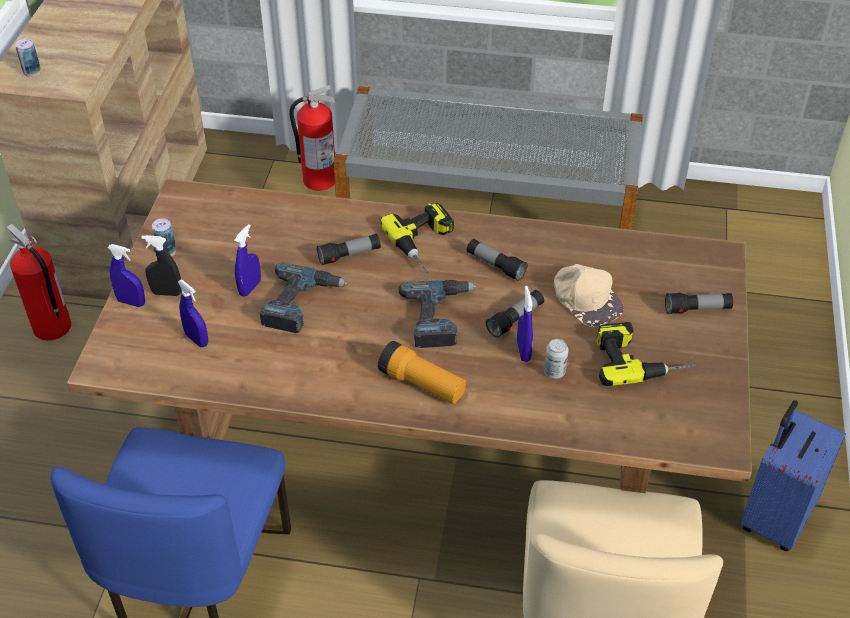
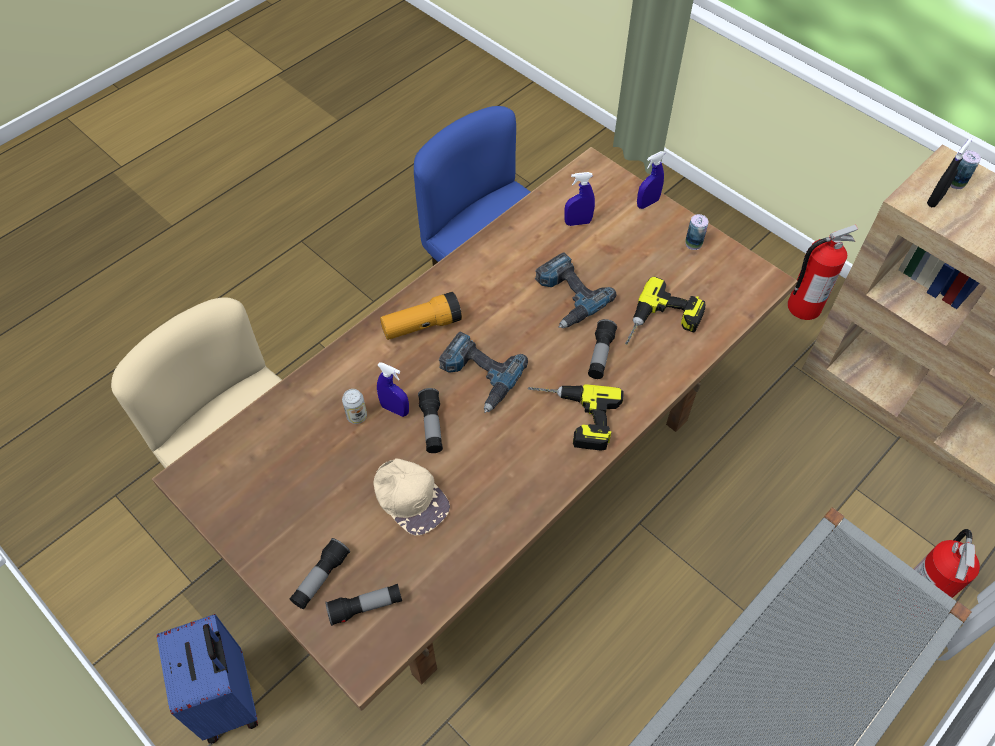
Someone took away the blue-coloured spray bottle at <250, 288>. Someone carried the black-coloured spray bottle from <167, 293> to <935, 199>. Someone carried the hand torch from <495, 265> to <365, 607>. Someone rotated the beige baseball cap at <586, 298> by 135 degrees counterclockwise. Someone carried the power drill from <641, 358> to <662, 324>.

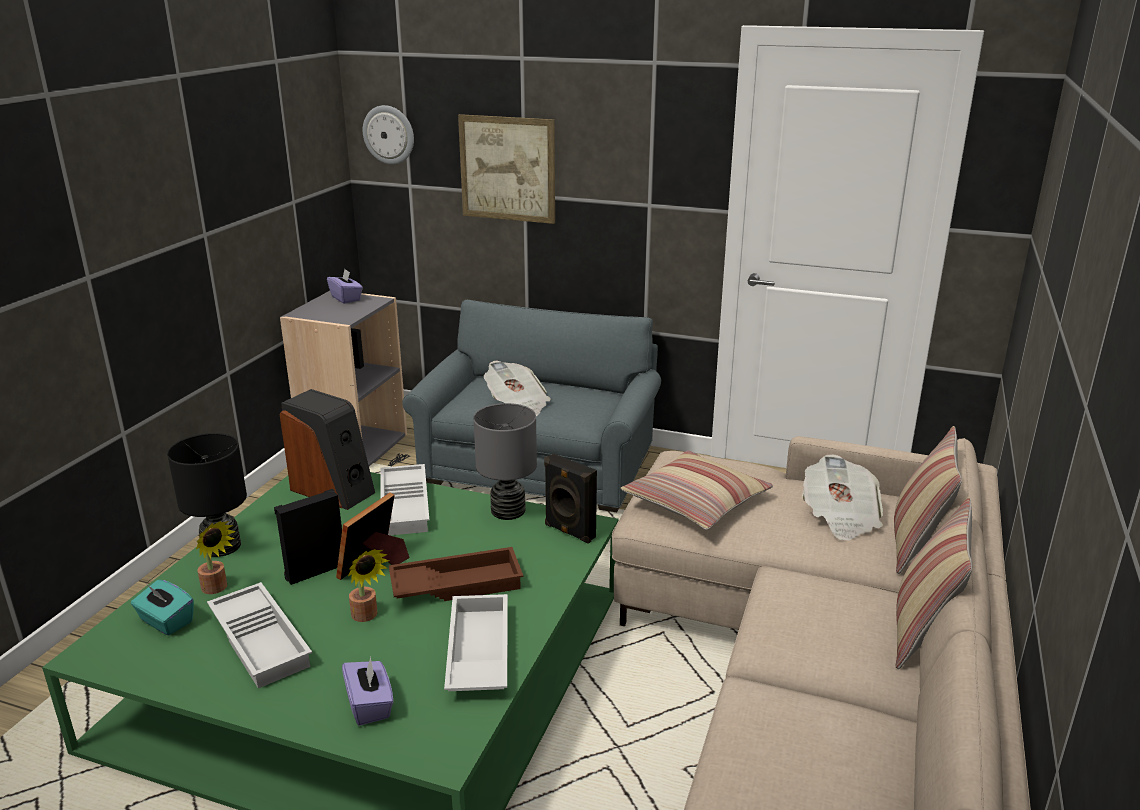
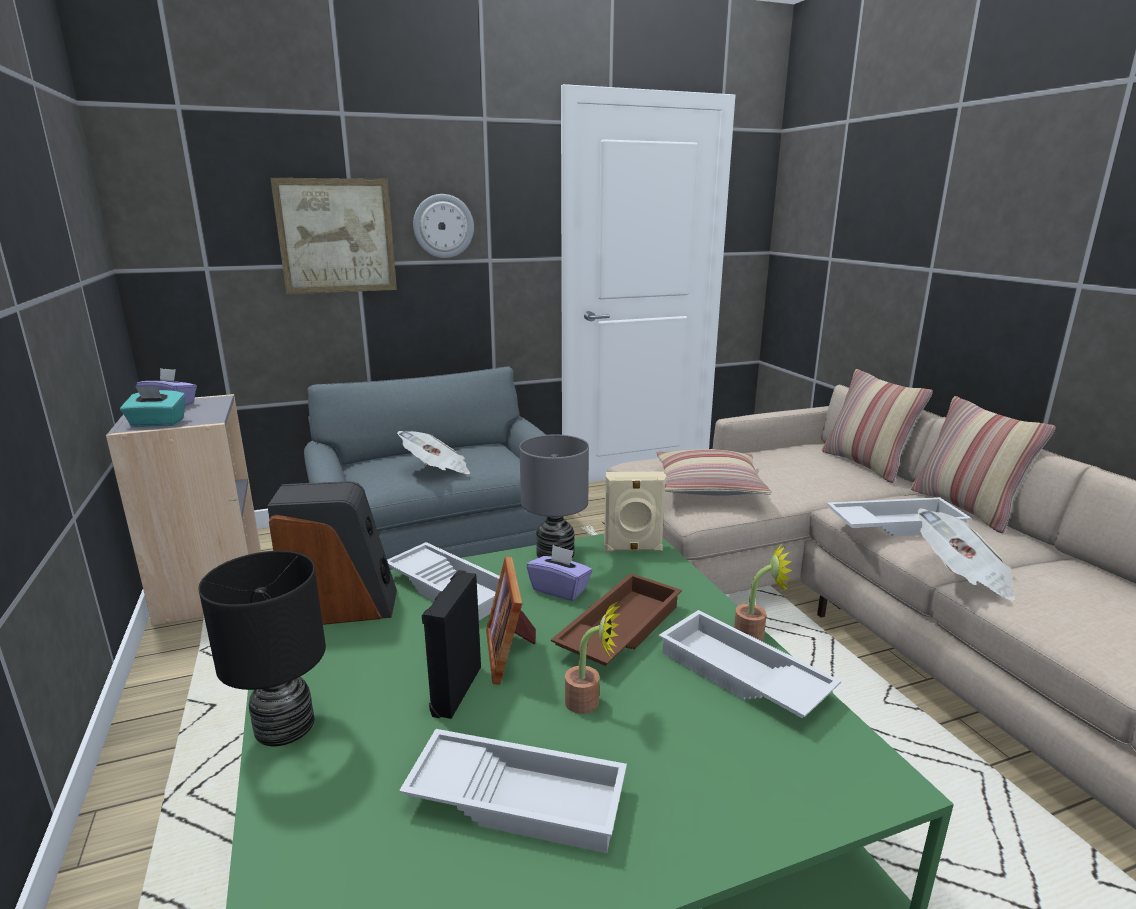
Someone carried the clock on the wall from <389, 134> to <443, 226>. Someone repainted the black-coloured audio speaker at <569, 532>, which became the beige audio speaker at <633, 549>. Someone carried the printed paper from <840, 517> to <962, 577>. Someone carried the houseplant from <217, 589> to <755, 635>. Someone carried the turquoise tissue box from <166, 621> to <157, 423>. Someone carried the purple tissue box from <370, 705> to <560, 589>. Someone put down the whitish carrying tray at <895, 524>.

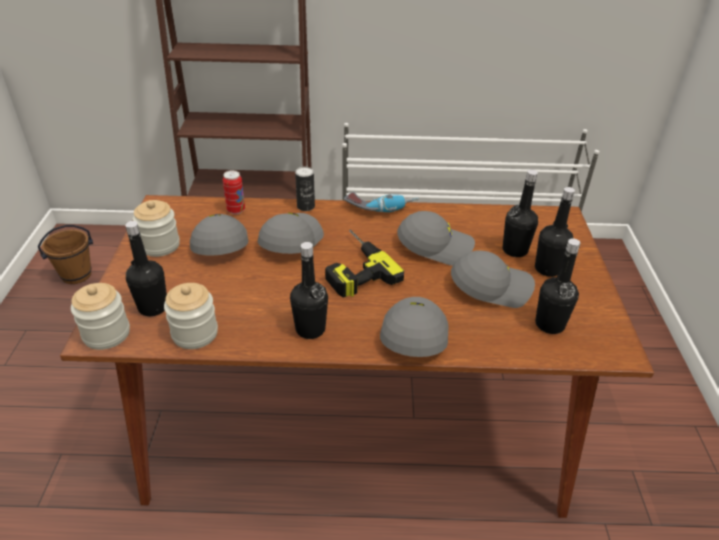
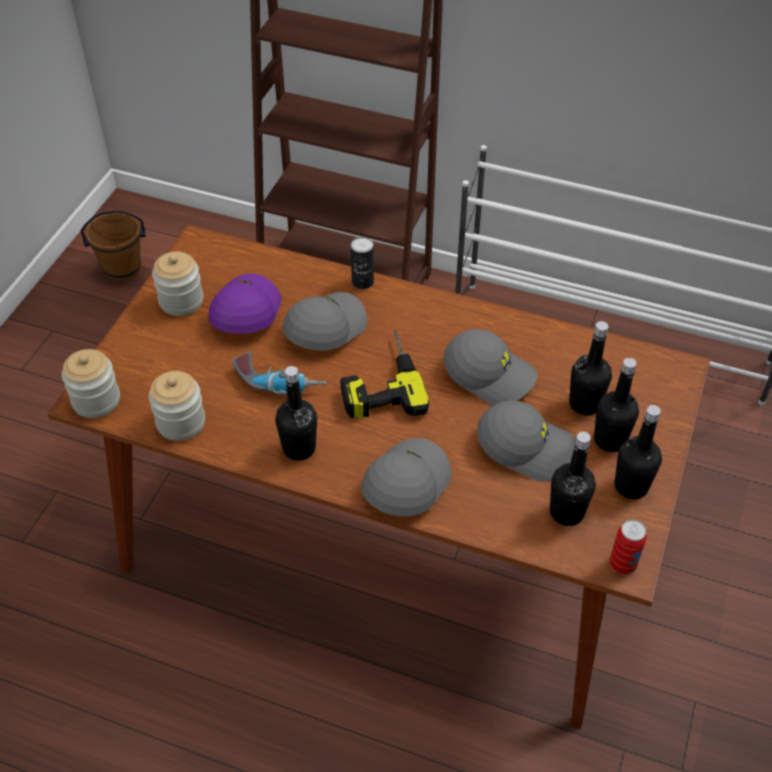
Someone carried the can from <236, 210> to <622, 564>. Someone carried the power drill from <381, 207> to <279, 381>. Someone repainted the grey baseball cap at <218, 243>, which became the purple baseball cap at <244, 312>. Someone carried the black-coloured beverage bottle from <153, 307> to <631, 486>.

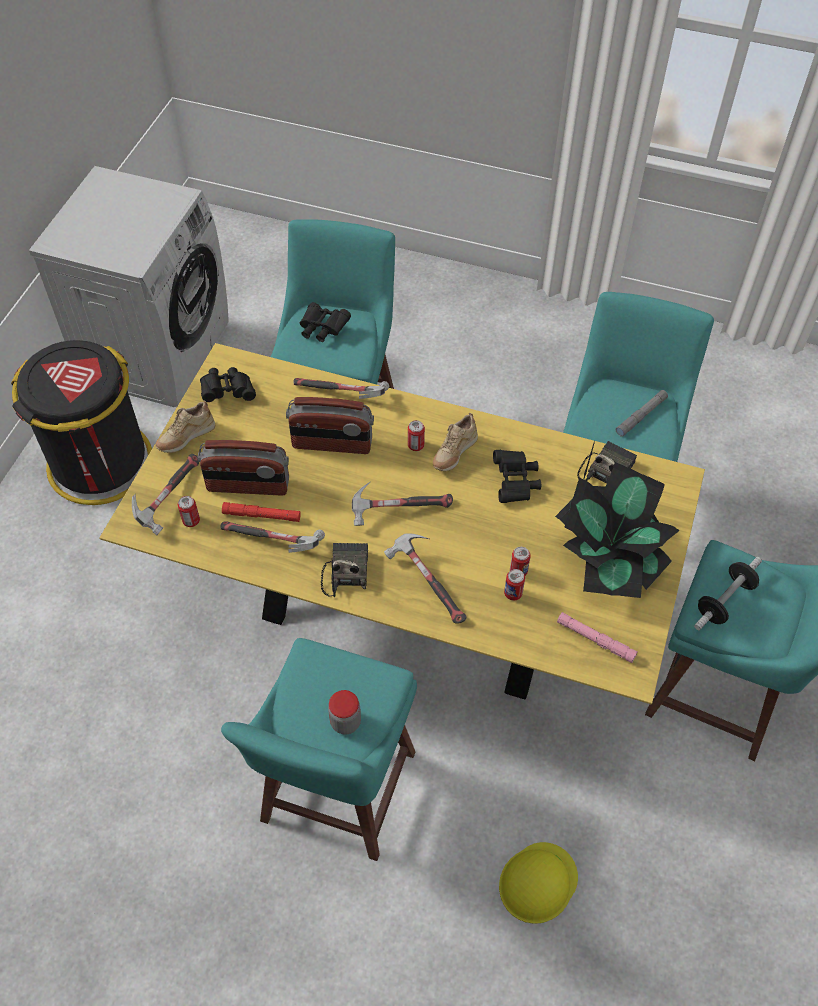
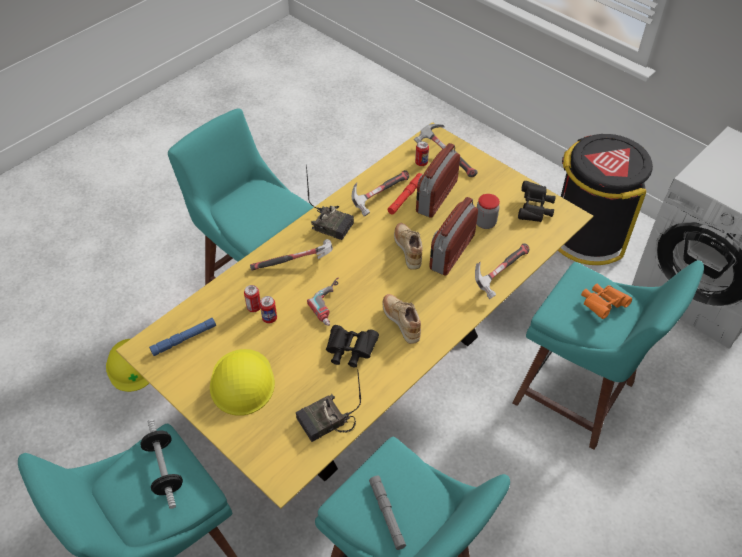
Someone repainted the black-coloured pair of binoculars at <322, 329>, which became the orangey pair of binoculars at <602, 305>. Someone carried the beige low shoe from <186, 438> to <408, 250>. Someone took away the can at <416, 445>. Someone rotated the radio set at <605, 470> by 90 degrees clockwise. Someone swapped the houseplant at <609, 557> for the yellow hard hat at <242, 382>. Someone took away the tool hammer at <398, 510>. Someone repainted the pinkish hand torch at <595, 640>, which became the blue-coloured hand torch at <184, 339>. Someone carried the preserve jar from <345, 722> to <485, 223>. Someone put down the power drill at <332, 304>.

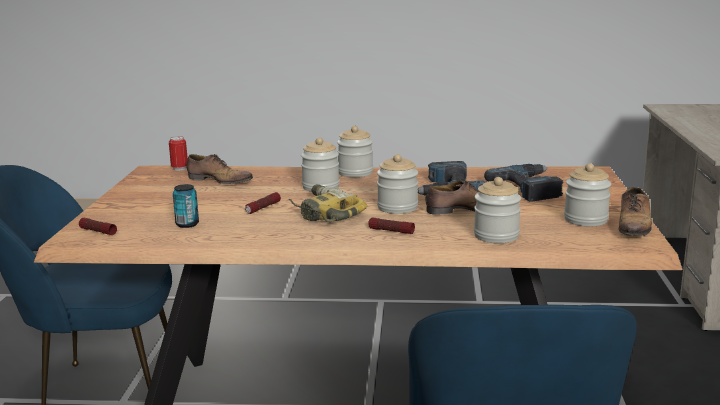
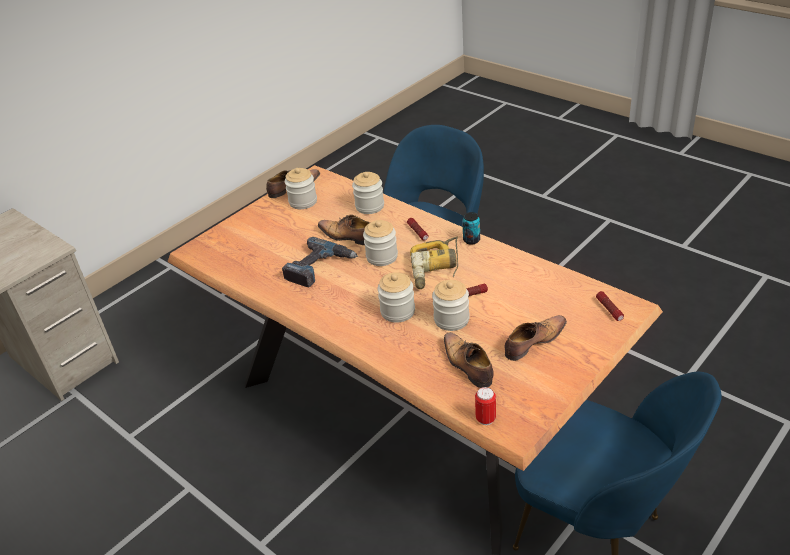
Someone carried the preserve jar from <355, 173> to <451, 319>. Someone took away the power drill at <531, 188>. Someone carried the can from <187, 224> to <471, 240>. Someone put down the low shoe at <533, 342>.

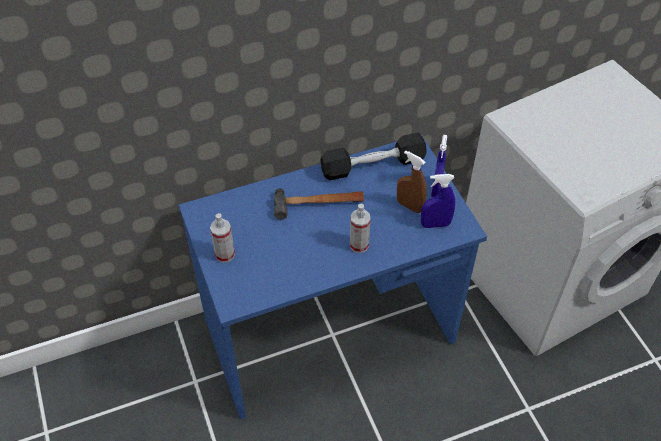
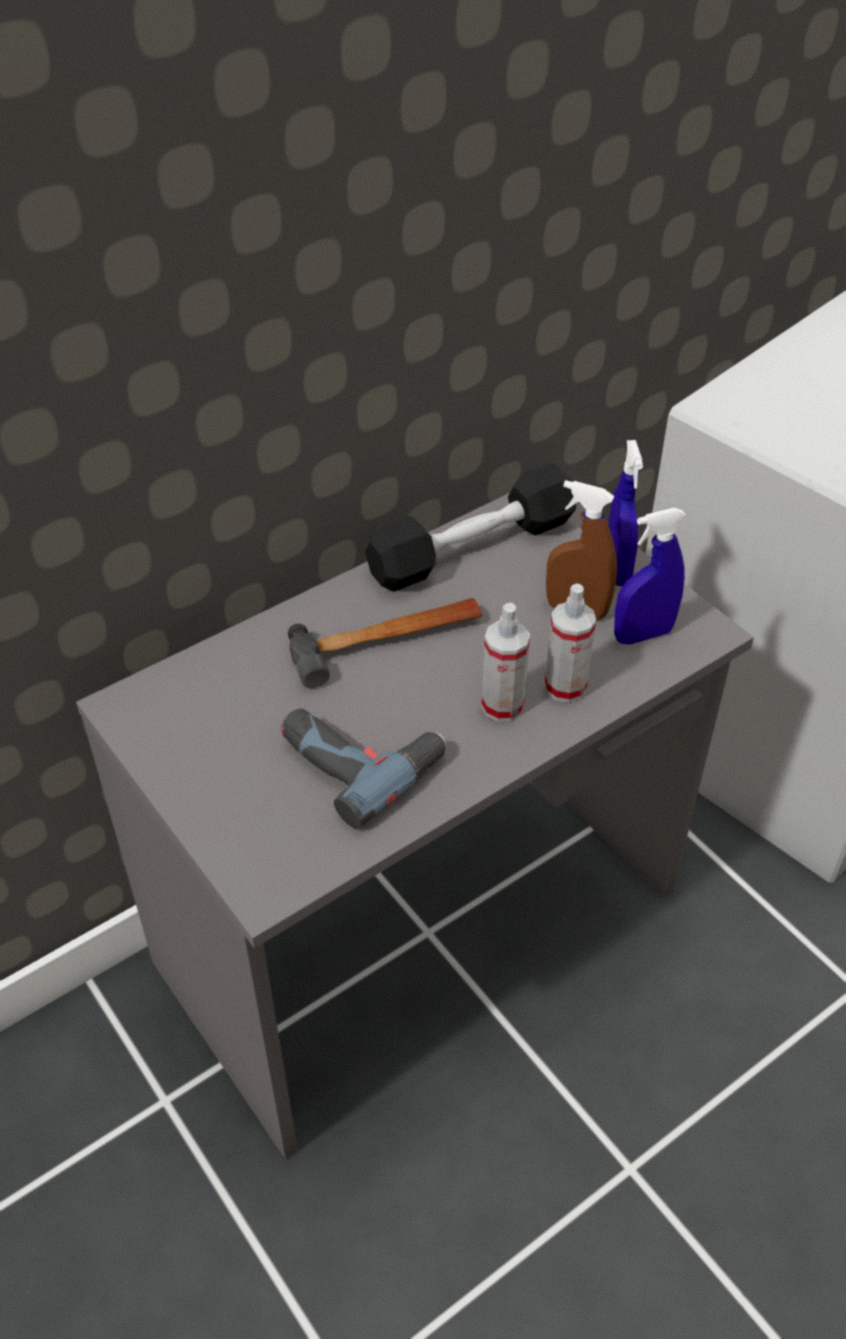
Someone repainted the blue-coloured desk table at <330, 333>, which became the grey desk table at <422, 931>. Someone carried the spray bottle from <225, 254> to <565, 687>. Someone put down the power drill at <360, 758>.

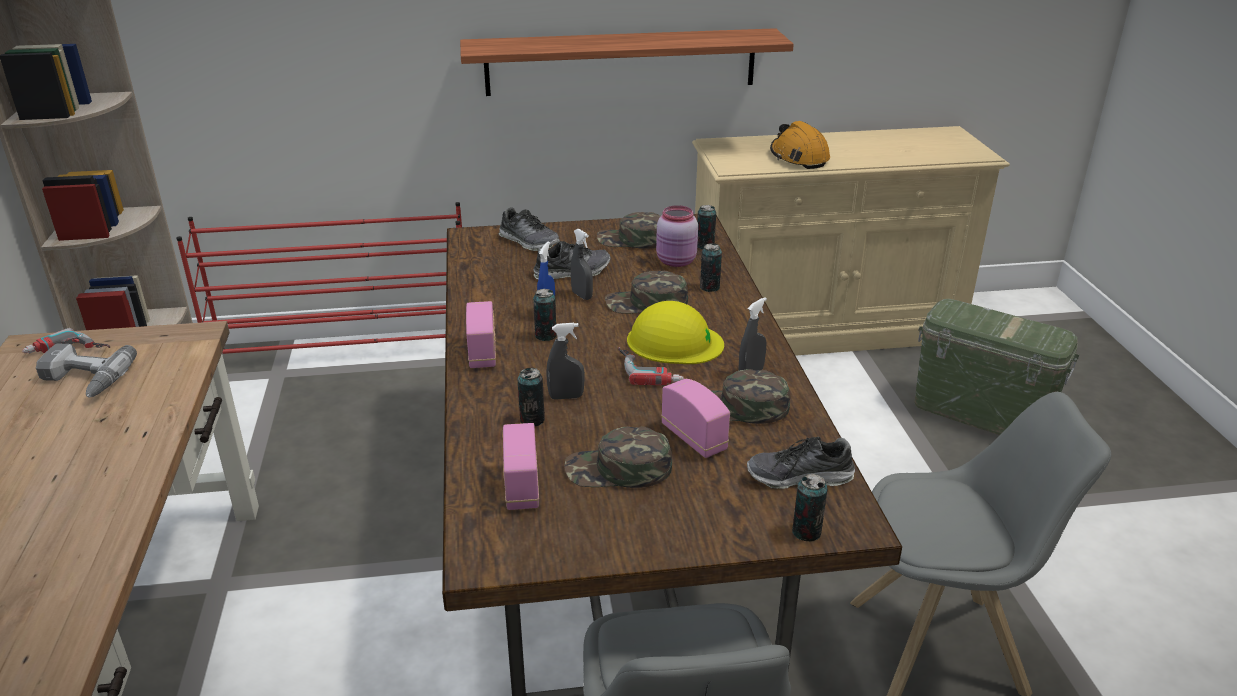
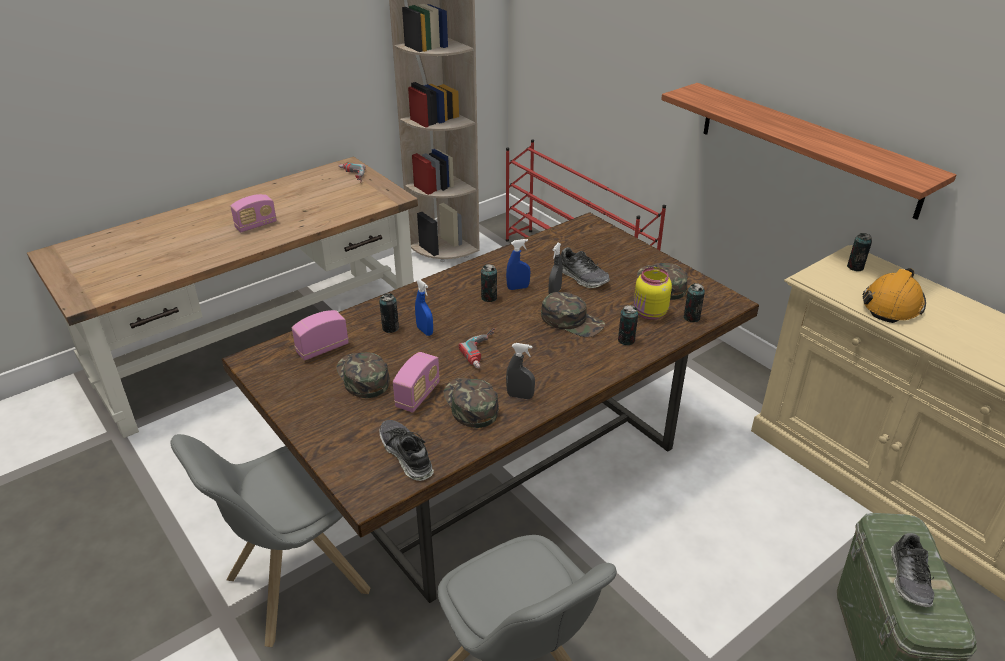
Someone repainted the pinkish preserve jar at <676, 262>, which became the yellow preserve jar at <649, 313>. Someone carried the low shoe from <529, 242> to <909, 579>. Someone rotated the green-coloured baseball cap at <646, 303> by 150 degrees clockwise. Someone carried the radio set from <482, 353> to <256, 225>. Someone took away the yellow hard hat at <674, 342>. Someone repainted the grey spray bottle at <566, 397>, which became the blue-coloured spray bottle at <425, 331>. Someone took away the power drill at <82, 381>. Someone carried the can from <806, 532> to <855, 267>.

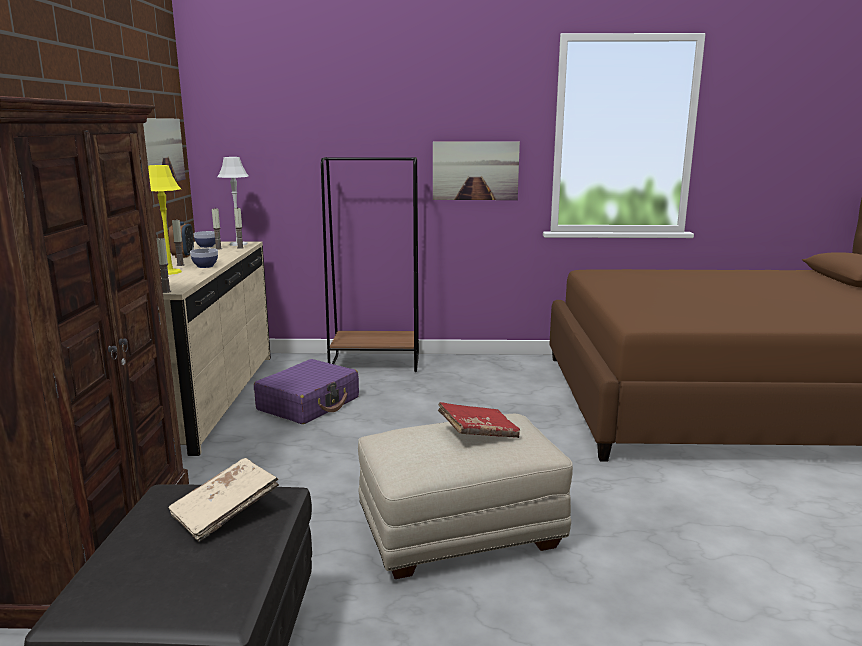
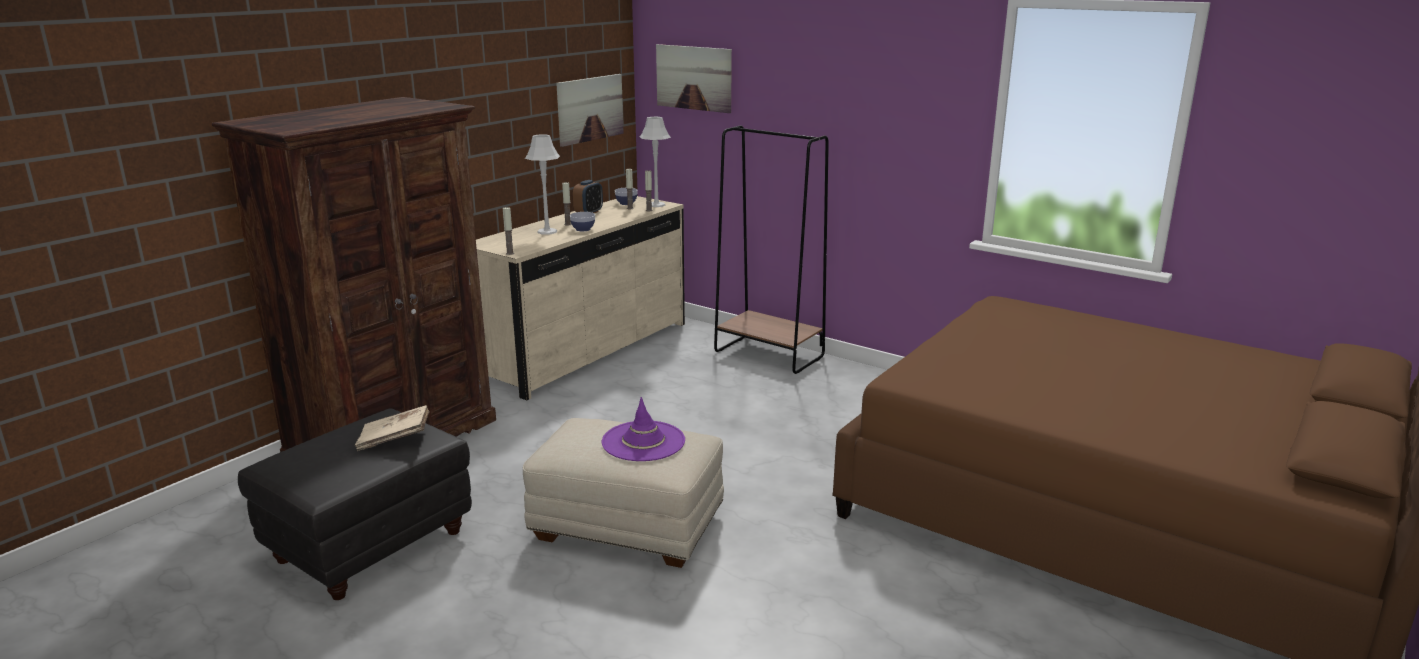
Someone carried the picture from <475, 170> to <694, 78>. Someone repainted the yellow tabletop lamp at <170, 272>, which became the grey tabletop lamp at <547, 232>. Someone took away the purple travel case at <309, 404>. Someone swapped the red bound book at <478, 433> for the purple hat at <643, 441>.

